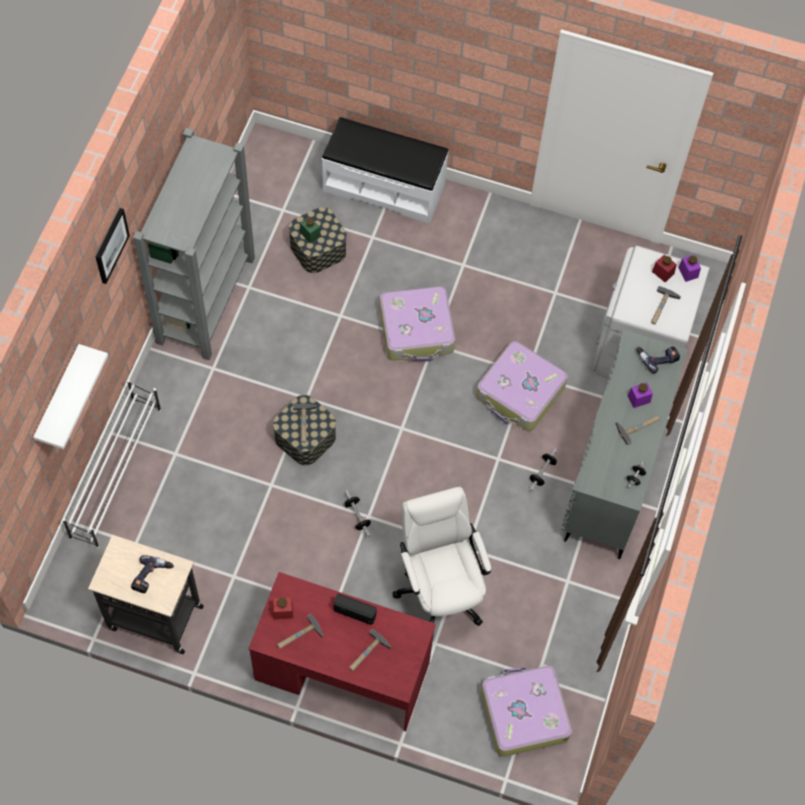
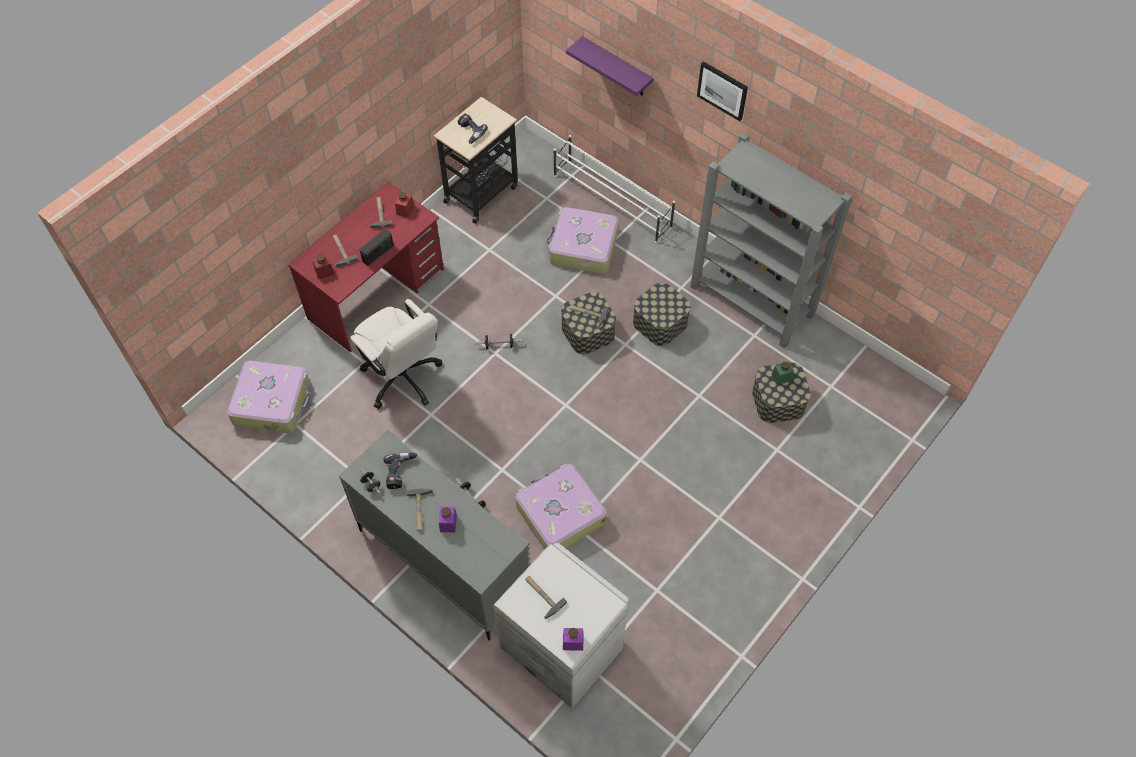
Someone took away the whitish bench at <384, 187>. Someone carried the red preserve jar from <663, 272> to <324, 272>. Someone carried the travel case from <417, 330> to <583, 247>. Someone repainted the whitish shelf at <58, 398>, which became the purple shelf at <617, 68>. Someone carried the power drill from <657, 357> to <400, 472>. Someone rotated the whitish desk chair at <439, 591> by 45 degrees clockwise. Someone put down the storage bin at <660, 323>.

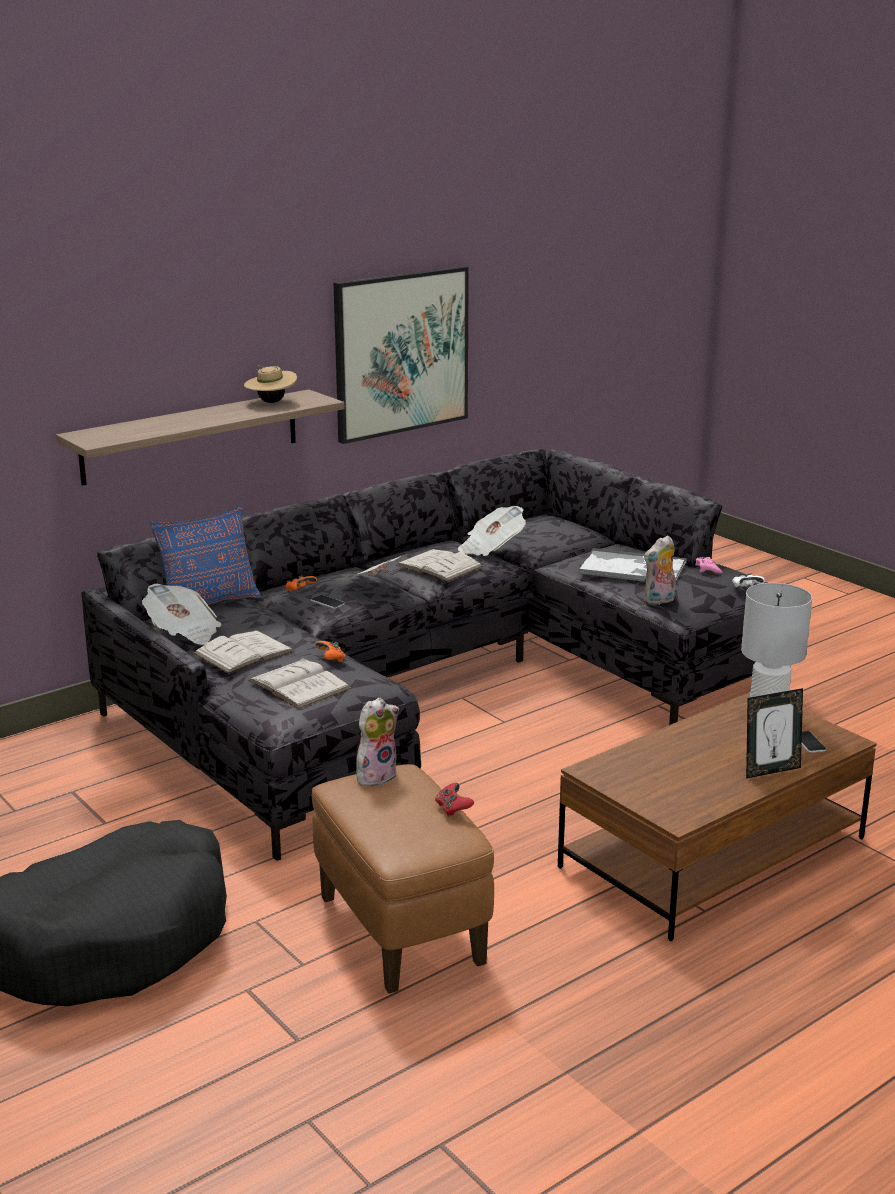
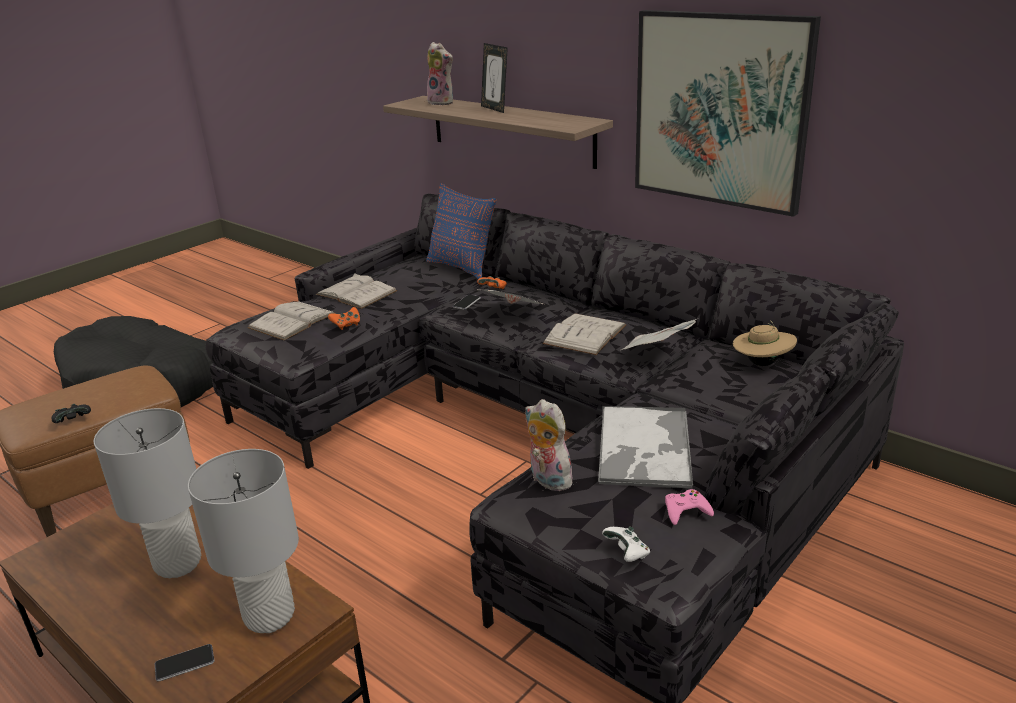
Someone carried the beige hat from <271, 402> to <762, 363>. Someone took away the printed paper at <183, 633>. Someone carried the picture frame from <770, 770> to <495, 109>. Someone carried the cuddly toy from <376, 775> to <443, 102>. Someone repainted the red gamepad at <453, 809>, which became the black-coloured gamepad at <73, 421>. Someone put down the grey tabletop lamp at <179, 567>.

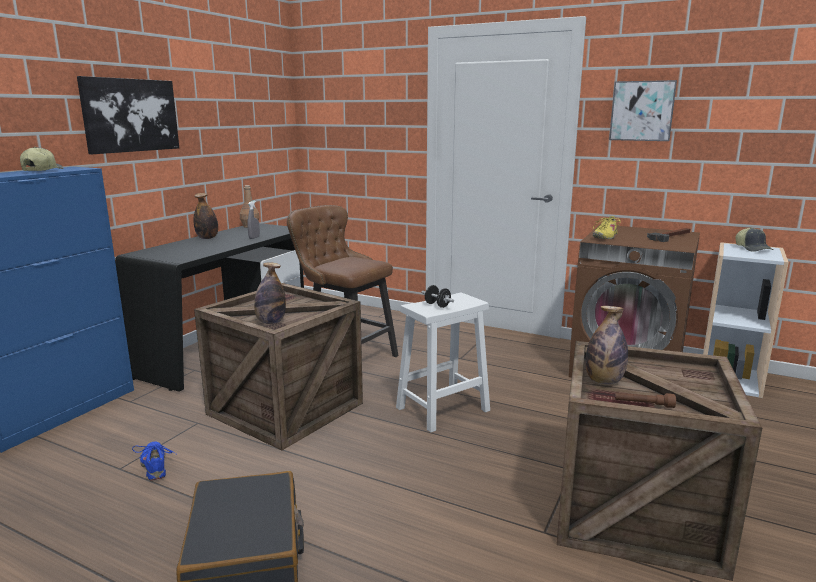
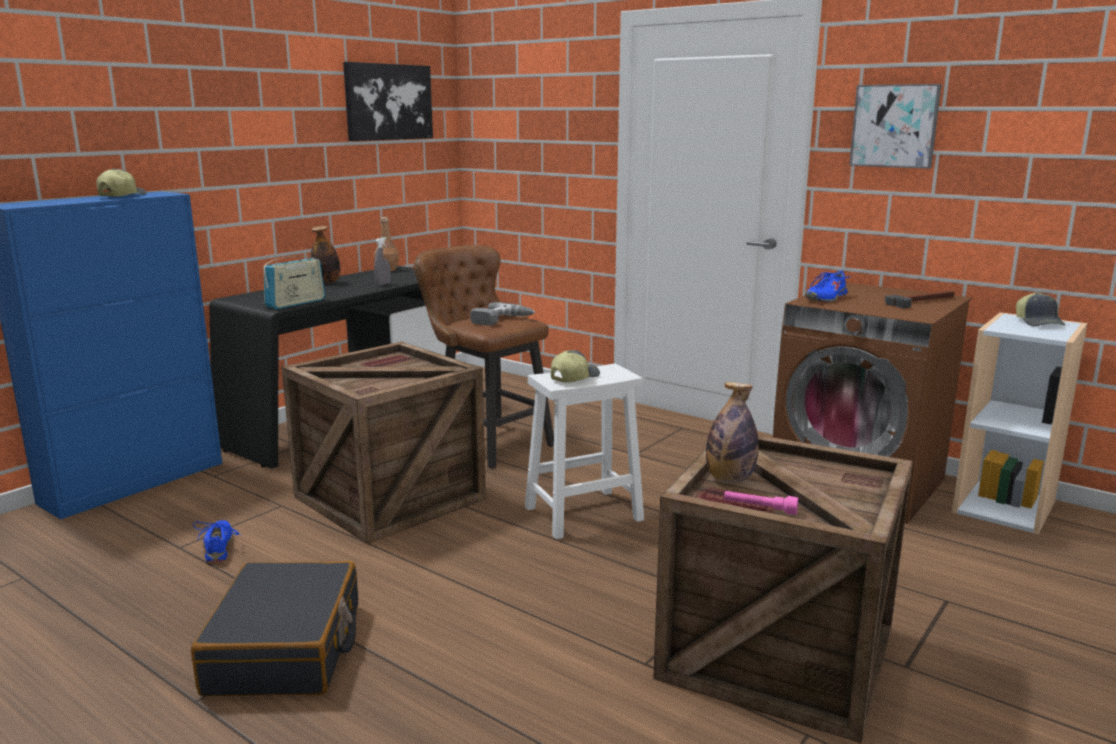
Someone carried the picture from <130, 115> to <388, 102>. Someone repainted the yellow low shoe at <604, 237>, which became the blue-coloured low shoe at <825, 298>. Someone took away the beverage bottle at <271, 322>. Someone swapped the black-coloured hand weight at <437, 305> for the baseball cap at <574, 377>. Someone repainted the brown hand torch at <643, 405>, which became the pinkish hand torch at <759, 508>. Someone put down the radio set at <296, 303>. Someone put down the power drill at <502, 320>.

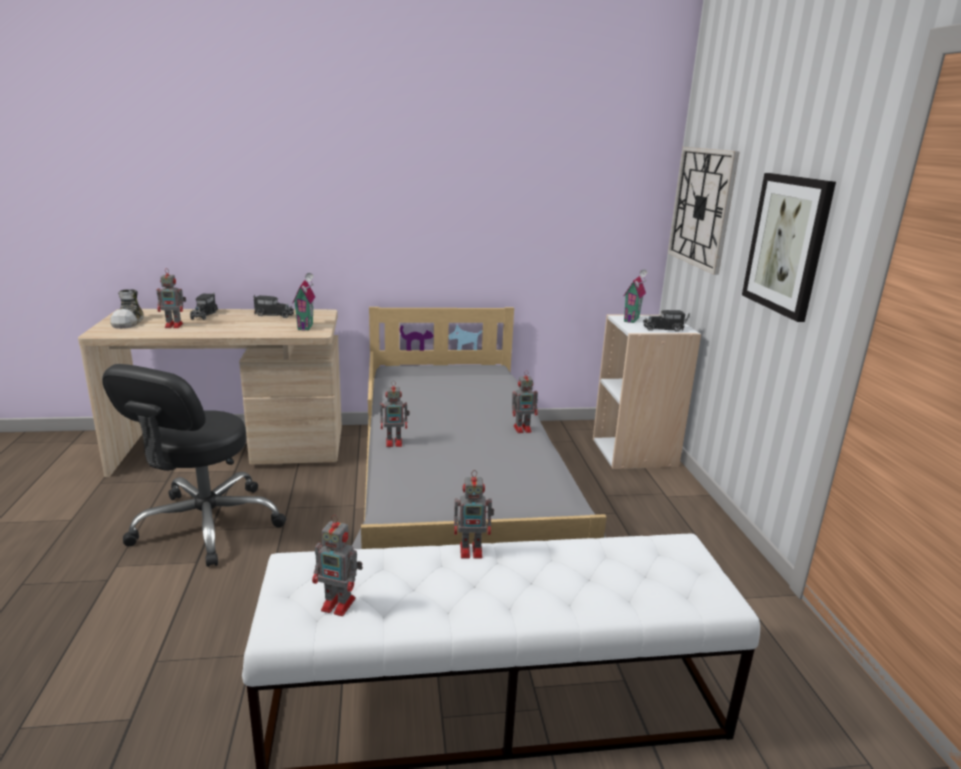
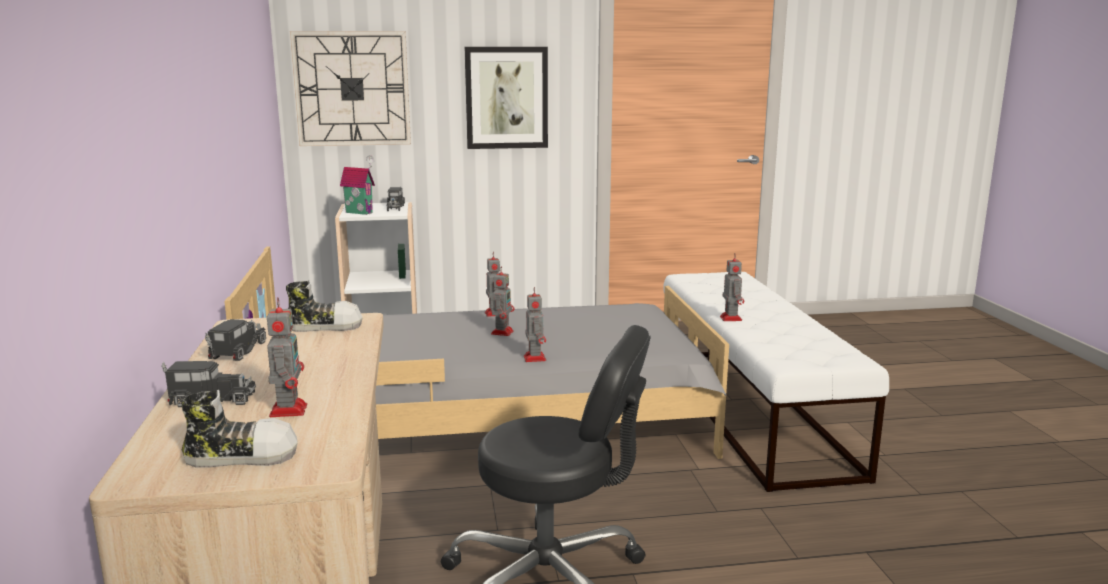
Someone swapped the model house at <307, 326> for the low shoe at <324, 326>. Someone carried the model robot from <340, 604> to <502, 332>.

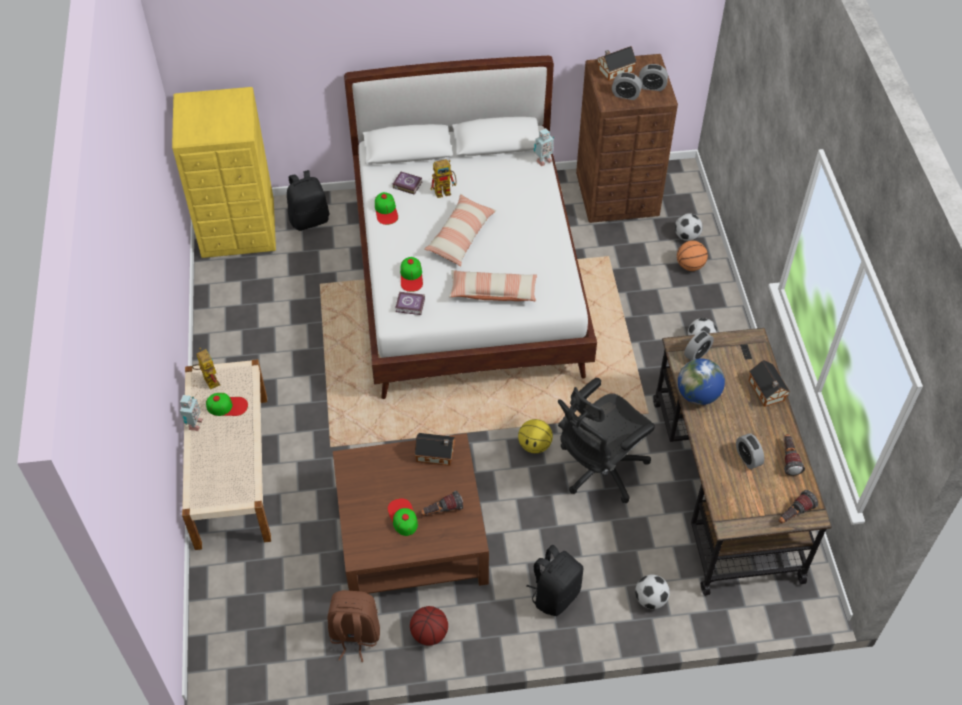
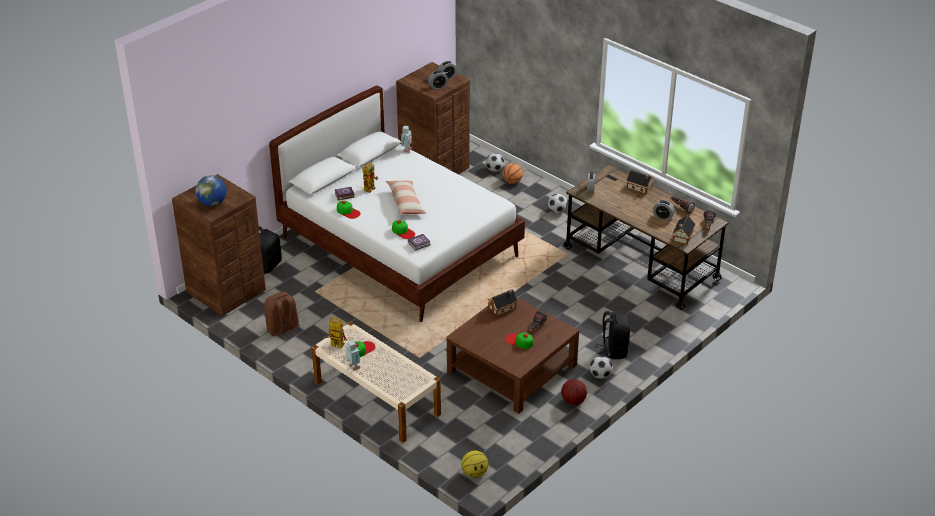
Someone carried the model house from <614, 70> to <682, 237>. Someone repainted the yellow chest of drawers at <238, 228>, which became the brown chest of drawers at <226, 291>. Someone took away the throw pillow at <493, 292>. Someone carried the desk globe from <698, 395> to <212, 203>. Someone took away the desk chair at <599, 470>. Someone carried the basketball from <535, 445> to <475, 473>. Someone carried the football ball from <650, 599> to <600, 375>. Someone carried the brown rucksack from <354, 635> to <283, 330>.

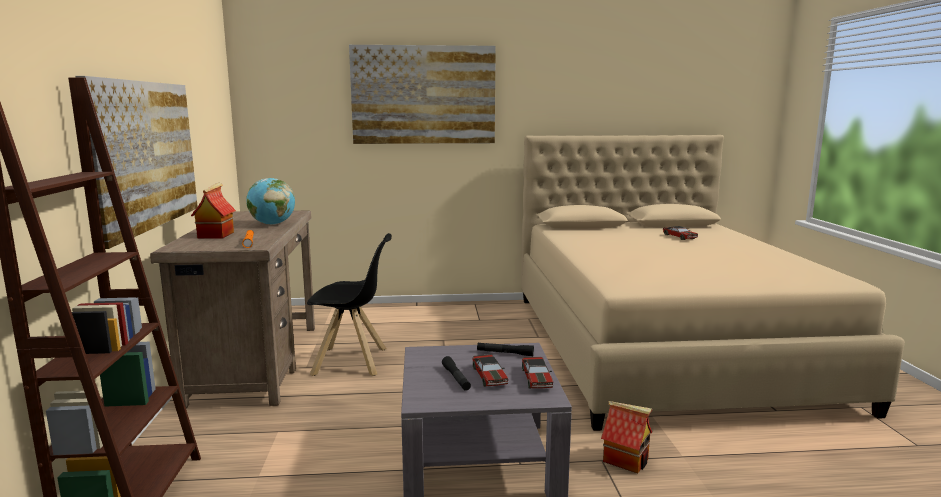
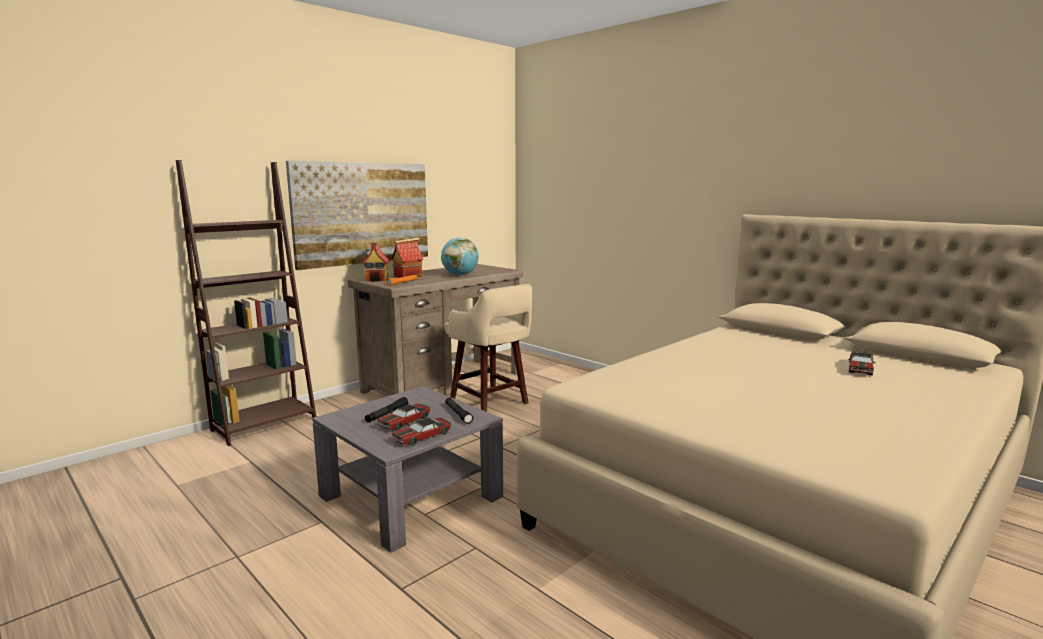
Someone took away the picture at <423, 95>. Someone swapped the black-coloured upright chair at <352, 361> for the beige stool at <490, 403>. Someone carried the model house from <626, 460> to <377, 279>.

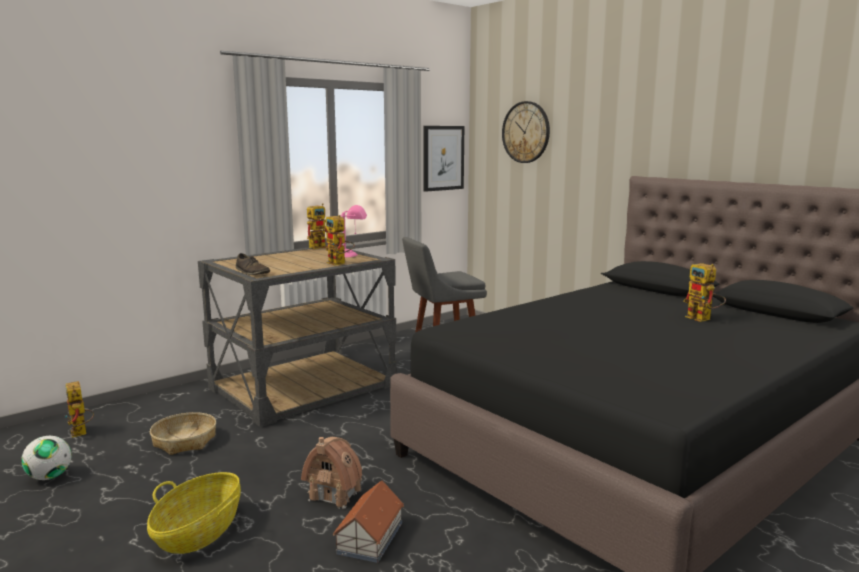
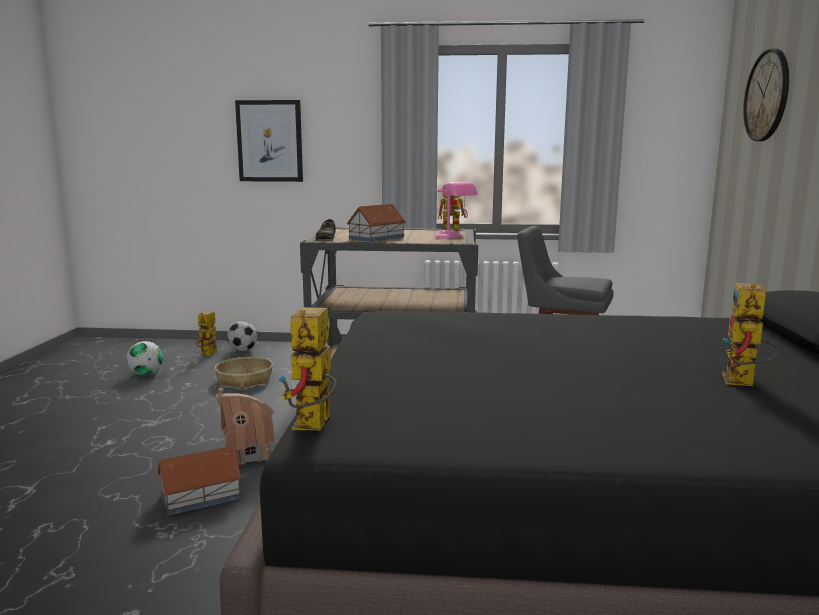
Someone carried the picture from <443, 158> to <270, 141>. Someone carried the model robot from <339, 263> to <314, 427>. Someone took away the storage basket at <199, 532>. Someone put down the model house at <376, 238>. Someone put down the football ball at <242, 350>.

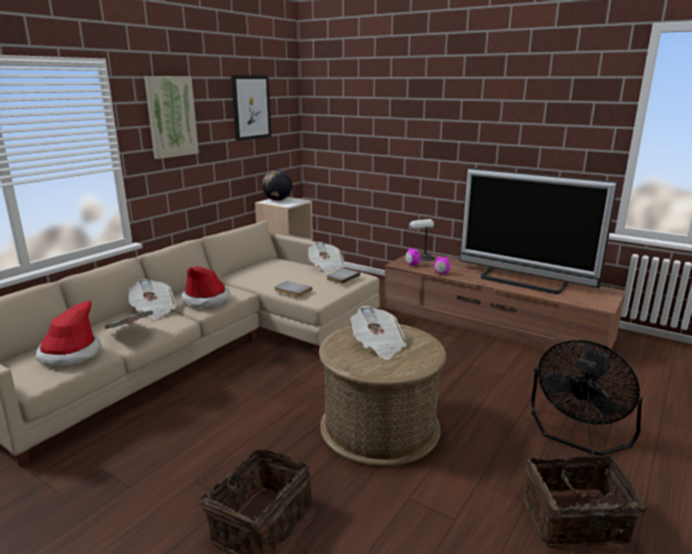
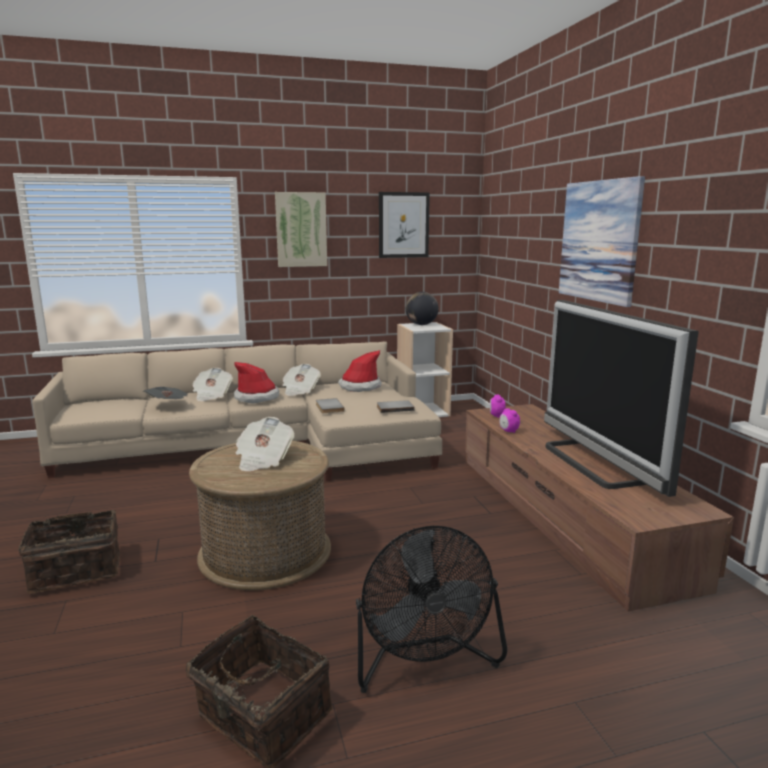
Someone took away the tabletop lamp at <422, 257>. Someone carried the printed paper from <326, 267> to <300, 390>. Someone carried the hat from <70, 354> to <360, 386>. Someone rotated the black-coloured cooling fan at <578, 440> by 90 degrees clockwise. Someone put up the picture at <599, 241>.

